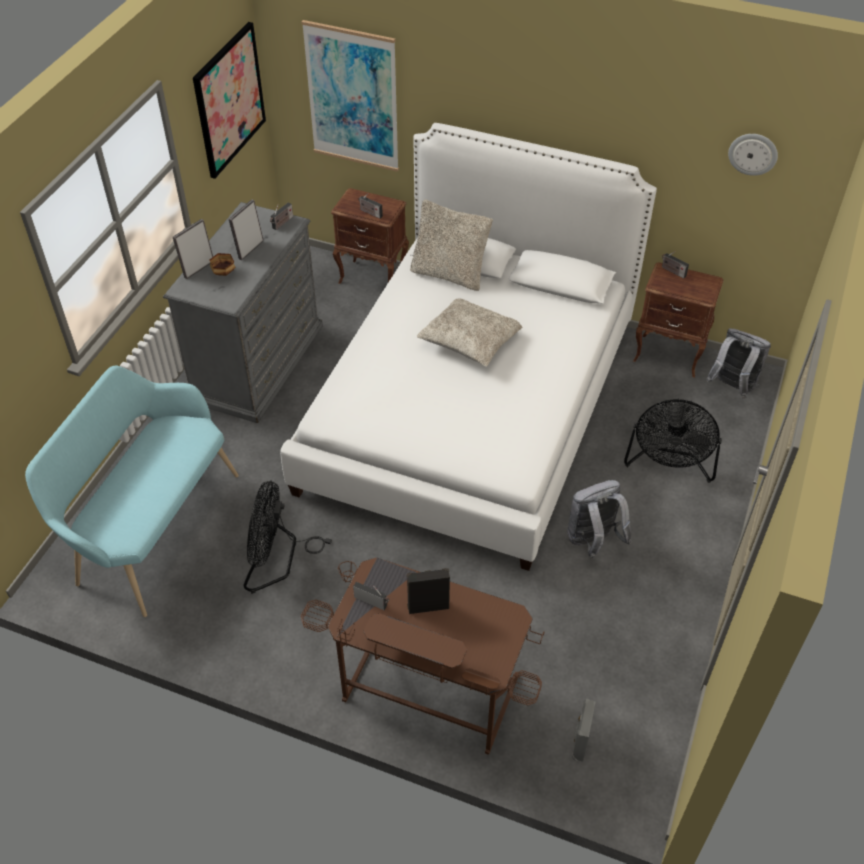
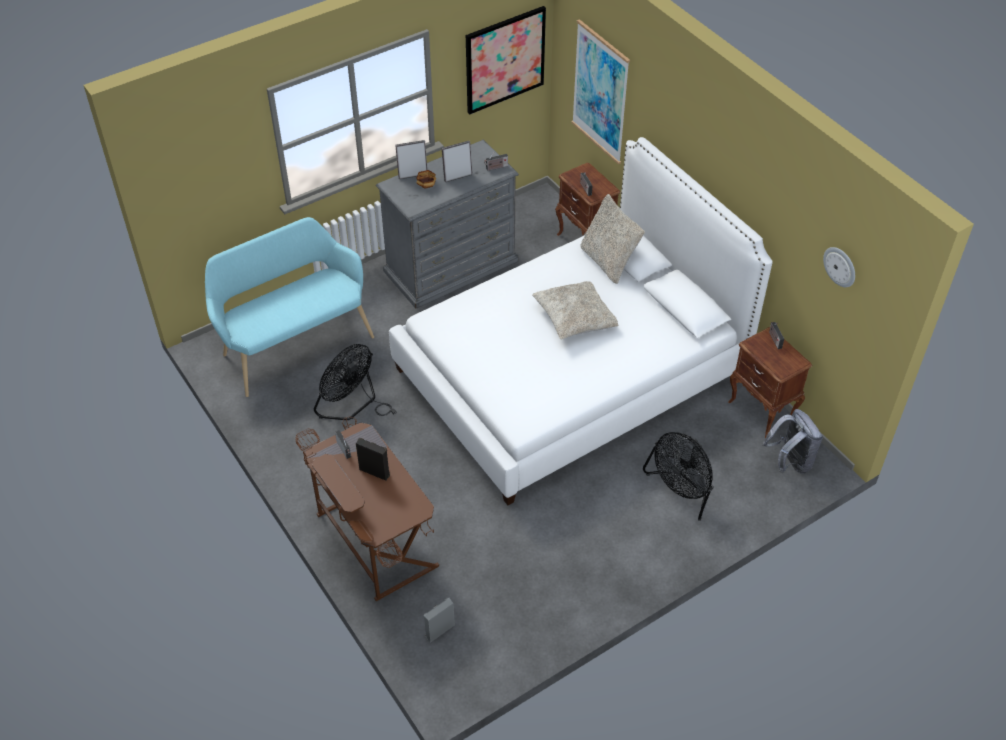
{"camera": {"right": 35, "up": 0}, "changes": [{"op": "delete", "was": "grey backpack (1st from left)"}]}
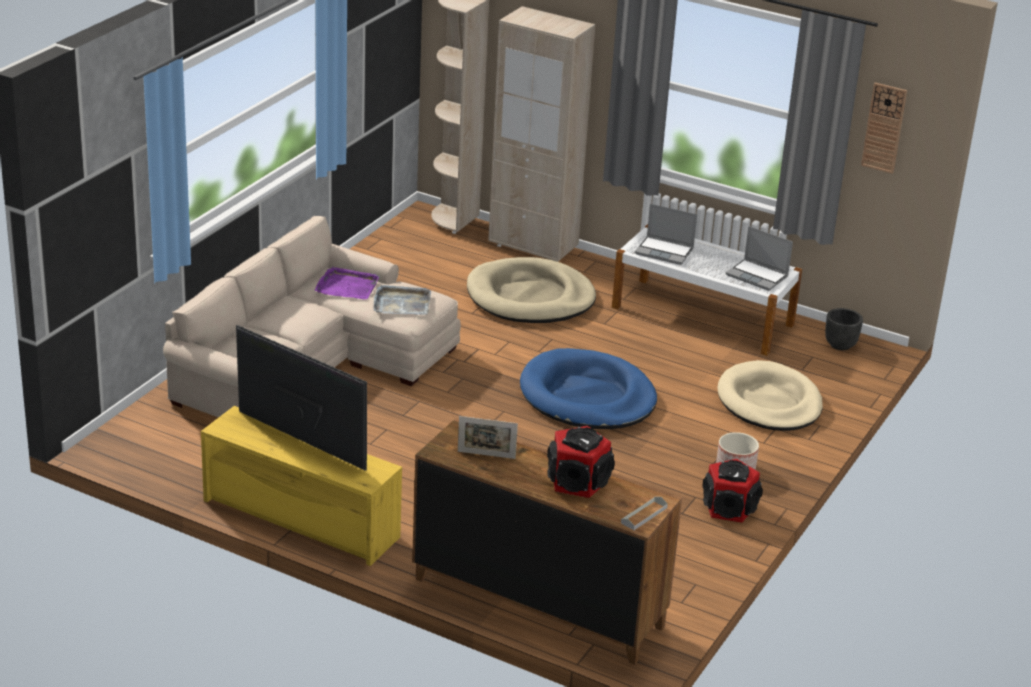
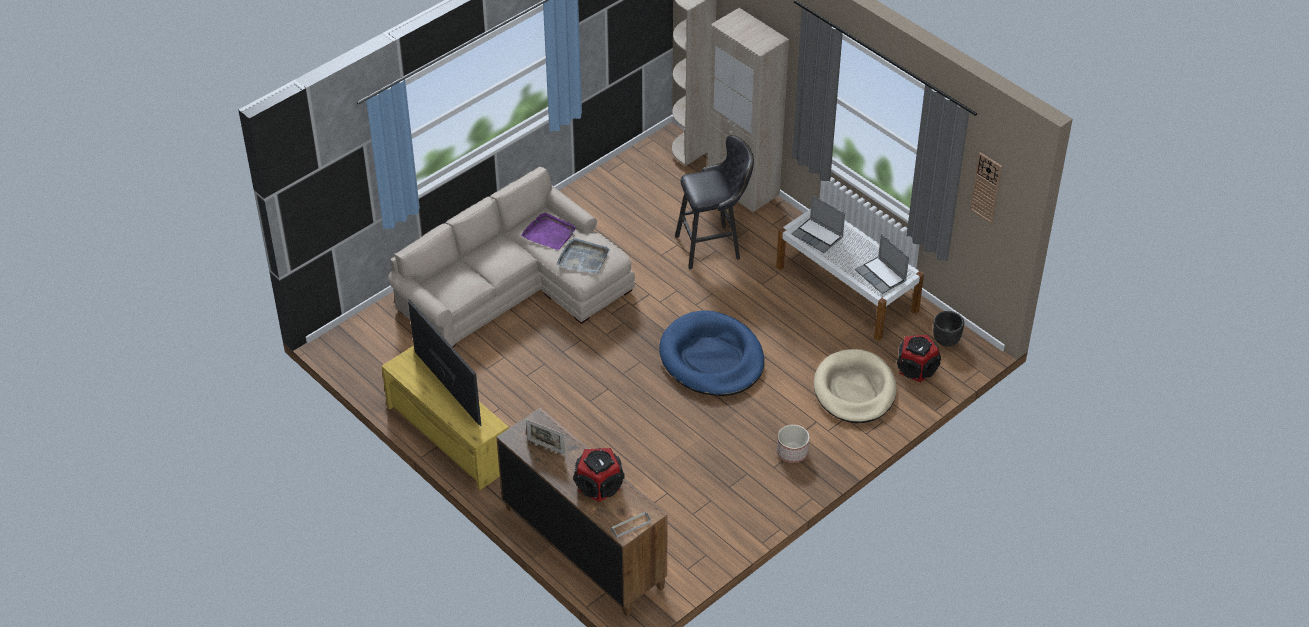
{"camera": {"right": 20, "up": 15}, "changes": [{"op": "replace", "was": "beige dog bed (1st from left)", "now": "black stool"}, {"op": "move", "was": "speaker (2nd from left)"}]}
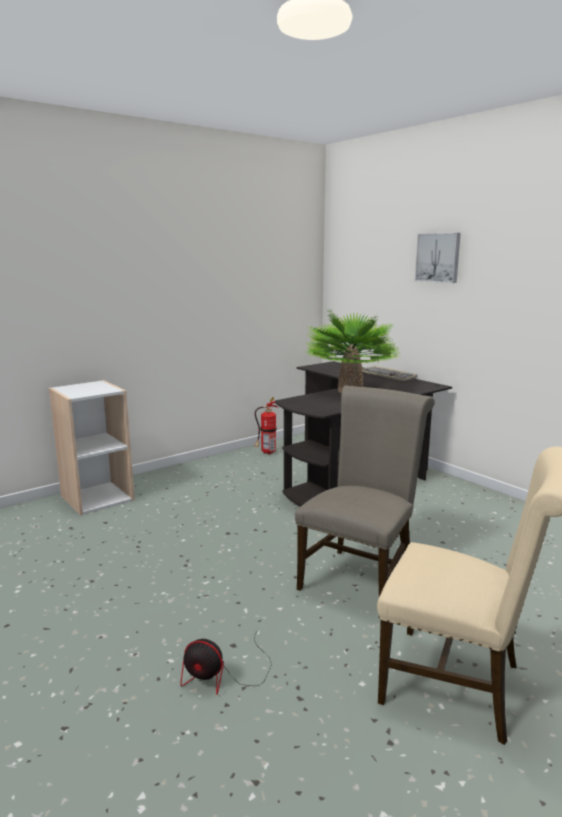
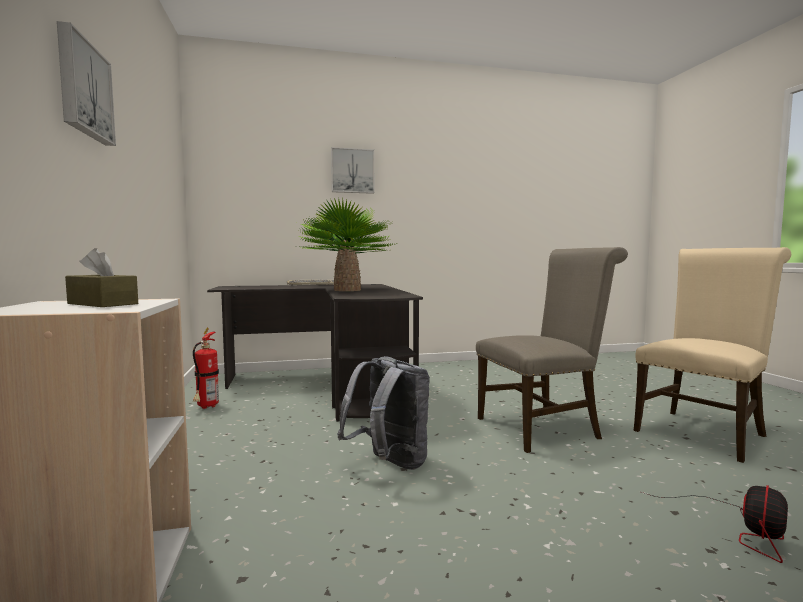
{"camera": {"right": -65, "up": -10}, "changes": [{"op": "rotate", "was": "beige chair (1st from left)", "clockwise": 105}, {"op": "insert", "now": "picture (1st from left)"}, {"op": "insert", "now": "brown tissue box"}, {"op": "insert", "now": "grey backpack"}]}
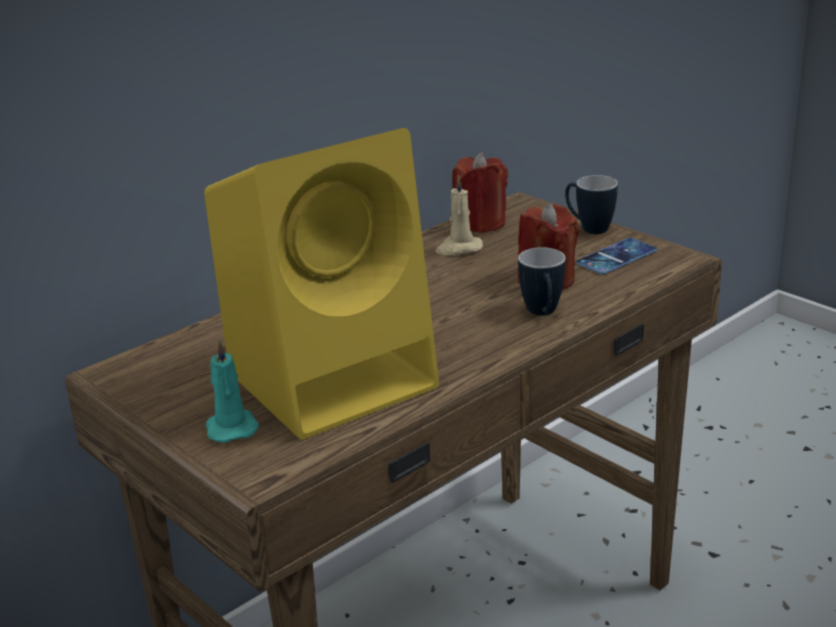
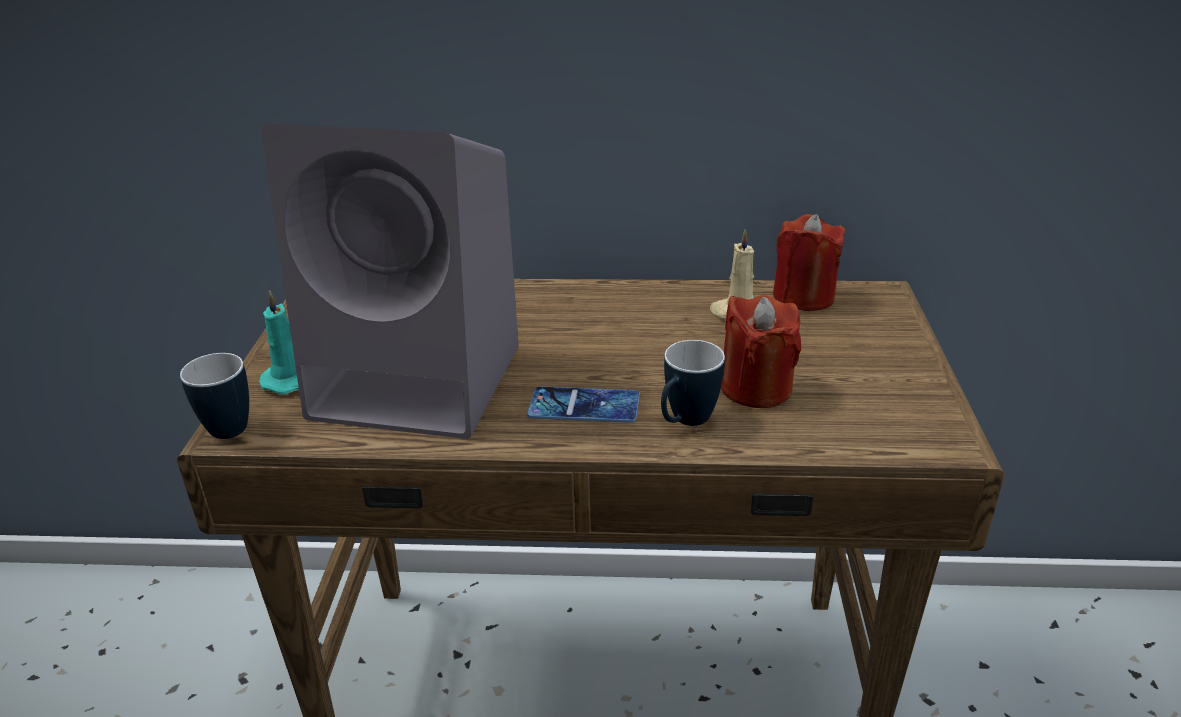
{"camera": {"right": 45, "up": 5}, "changes": [{"op": "recolor", "was": "yellow speaker", "now": "grey speaker"}, {"op": "move", "was": "mug (2nd from left in the first image)", "now": "mug (1st from left)"}, {"op": "move", "was": "phone"}]}
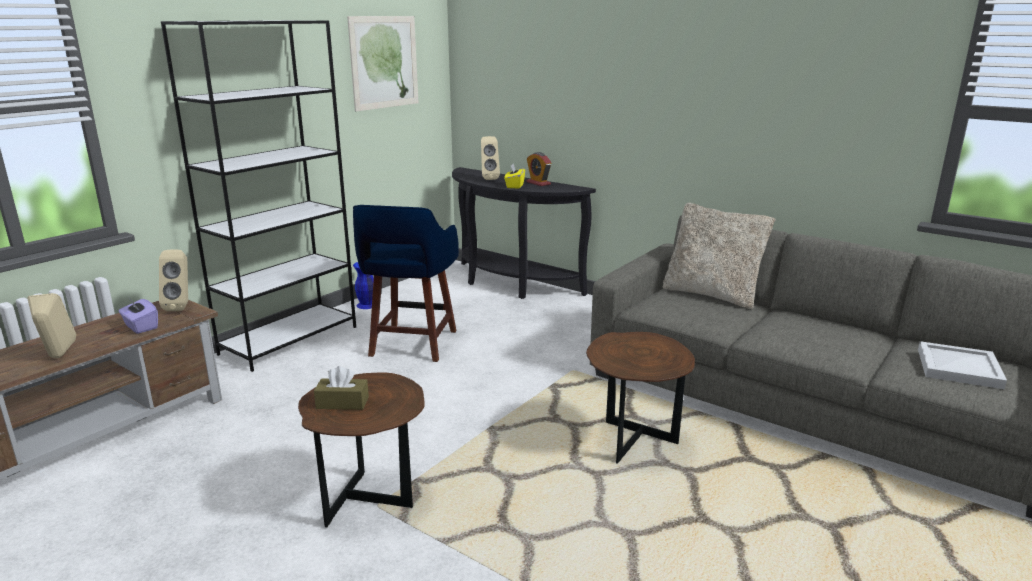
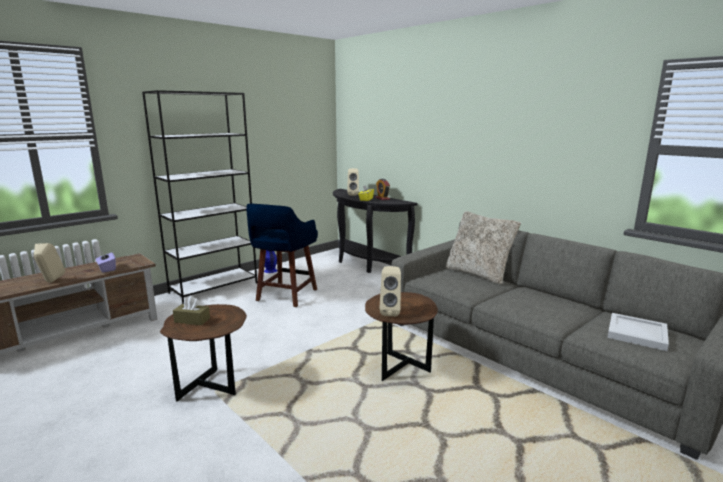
{"camera": {"right": 10, "up": -5}, "changes": [{"op": "delete", "was": "picture"}, {"op": "move", "was": "beige speaker (2nd from left in the first image)", "now": "beige speaker (3rd from left)"}]}
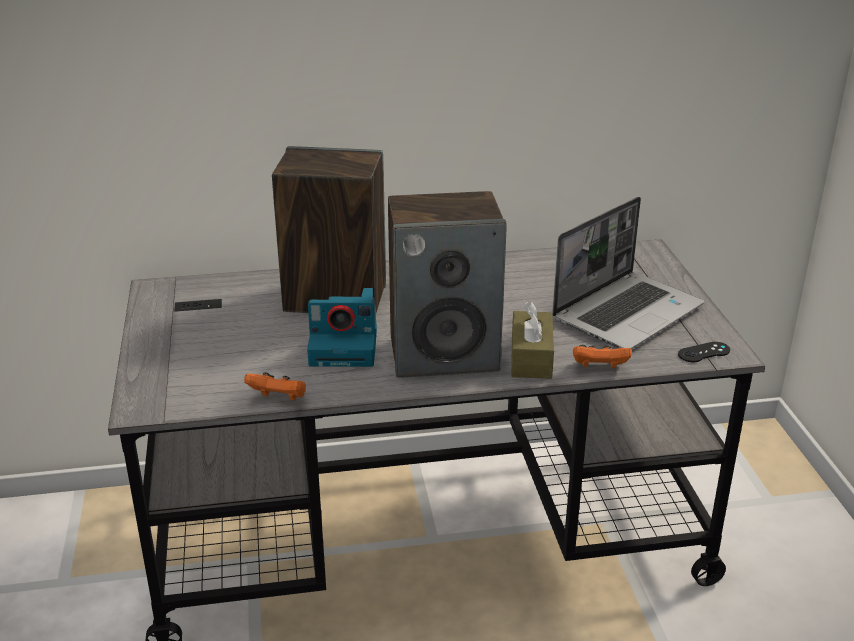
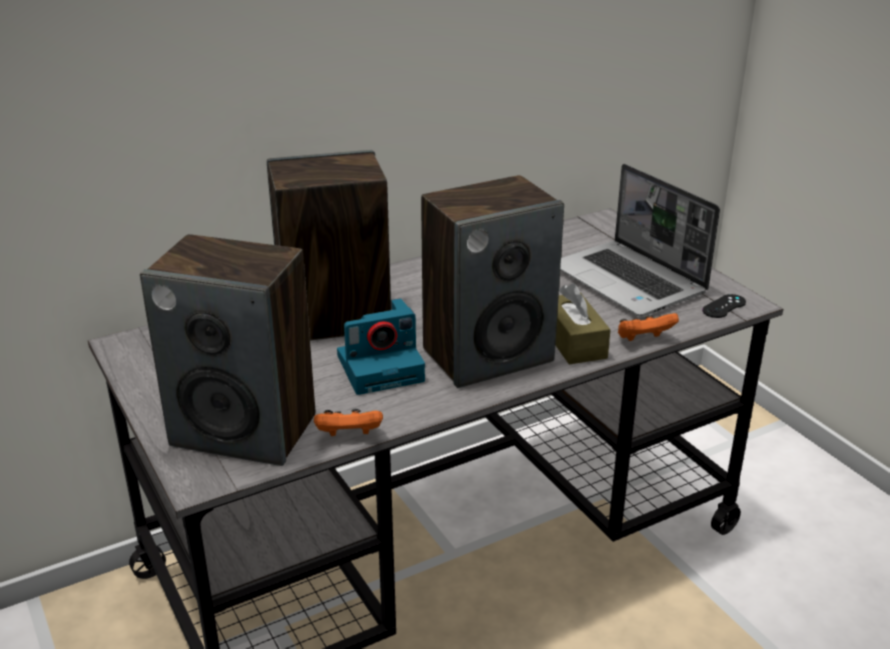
{"camera": {"right": -20, "up": 0}, "changes": [{"op": "rotate", "was": "laptop", "clockwise": 120}, {"op": "insert", "now": "speaker (1st from left)"}]}
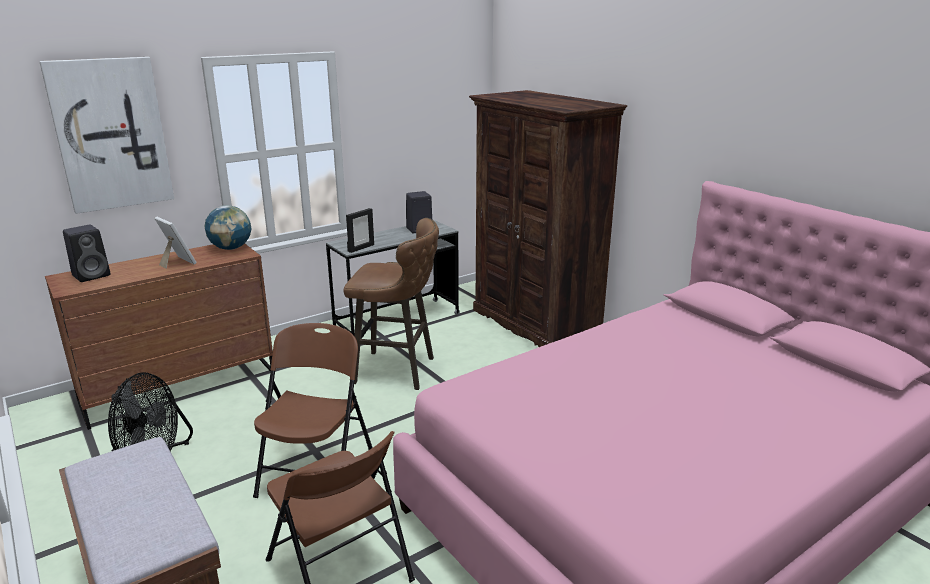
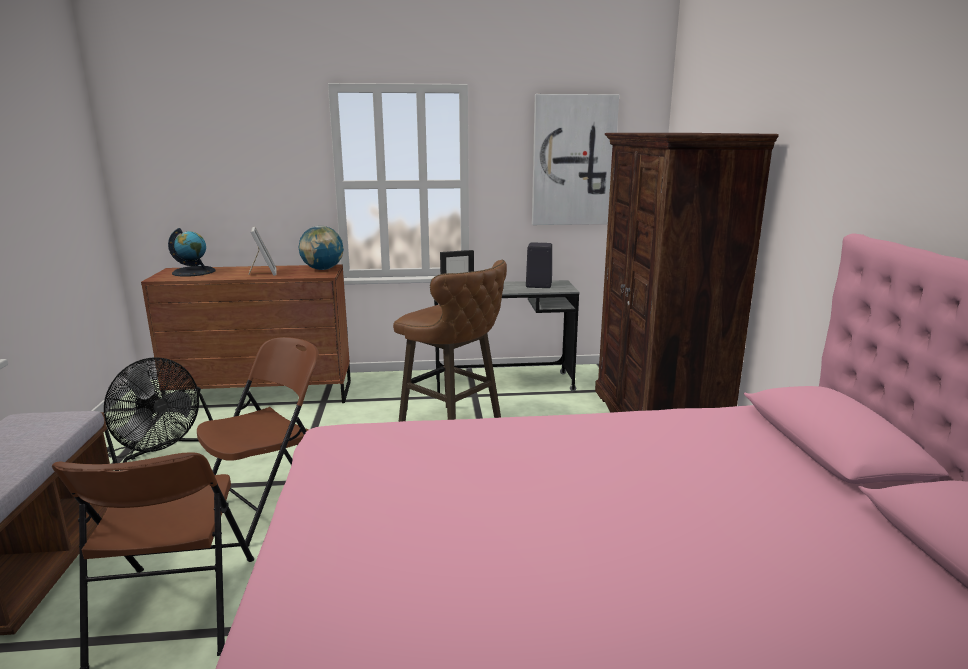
{"camera": {"right": 30, "up": -5}, "changes": [{"op": "move", "was": "picture"}, {"op": "replace", "was": "black speaker (1st from left)", "now": "globe (1st from left)"}]}
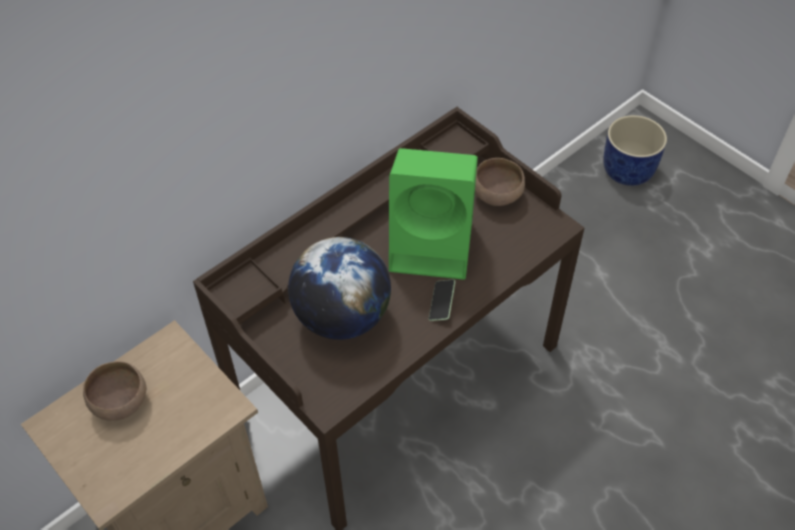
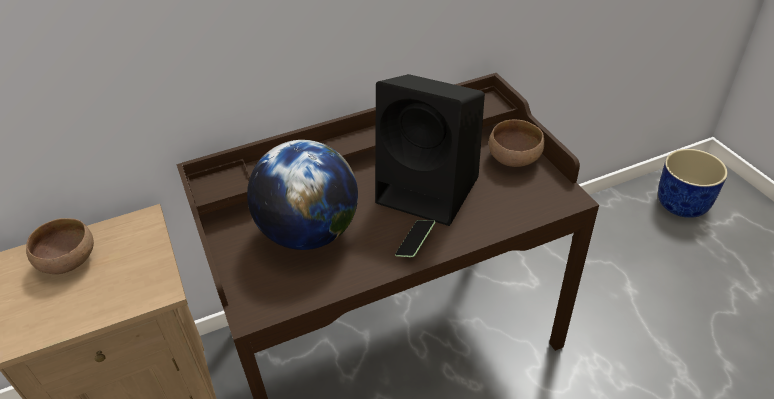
{"camera": {"right": 20, "up": -10}, "changes": [{"op": "recolor", "was": "green speaker", "now": "black speaker"}]}
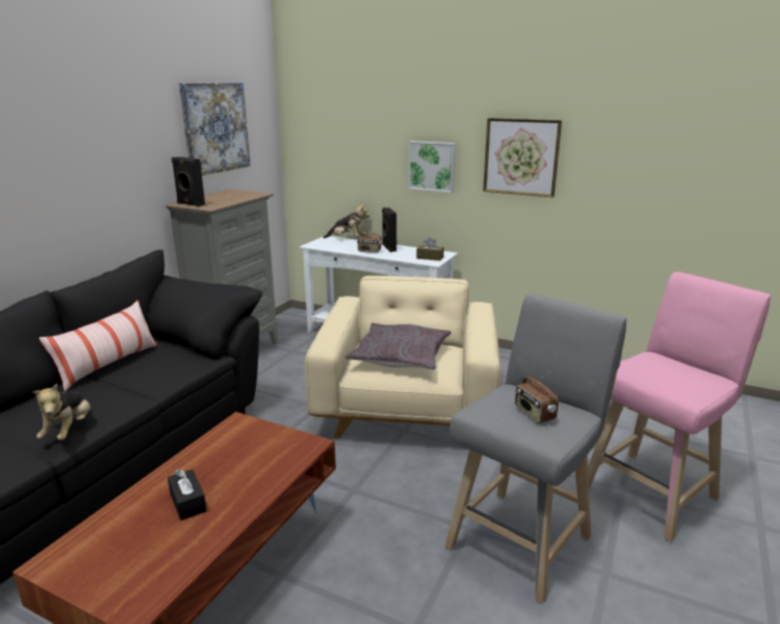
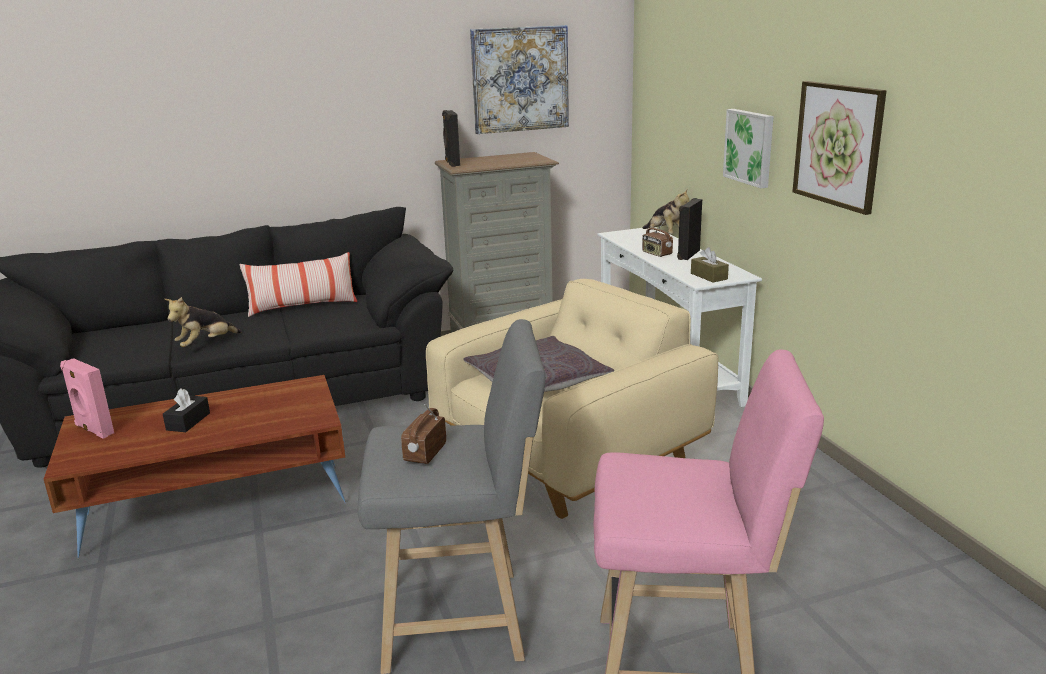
{"camera": {"right": 45, "up": 0}, "changes": [{"op": "insert", "now": "pink speaker"}]}
